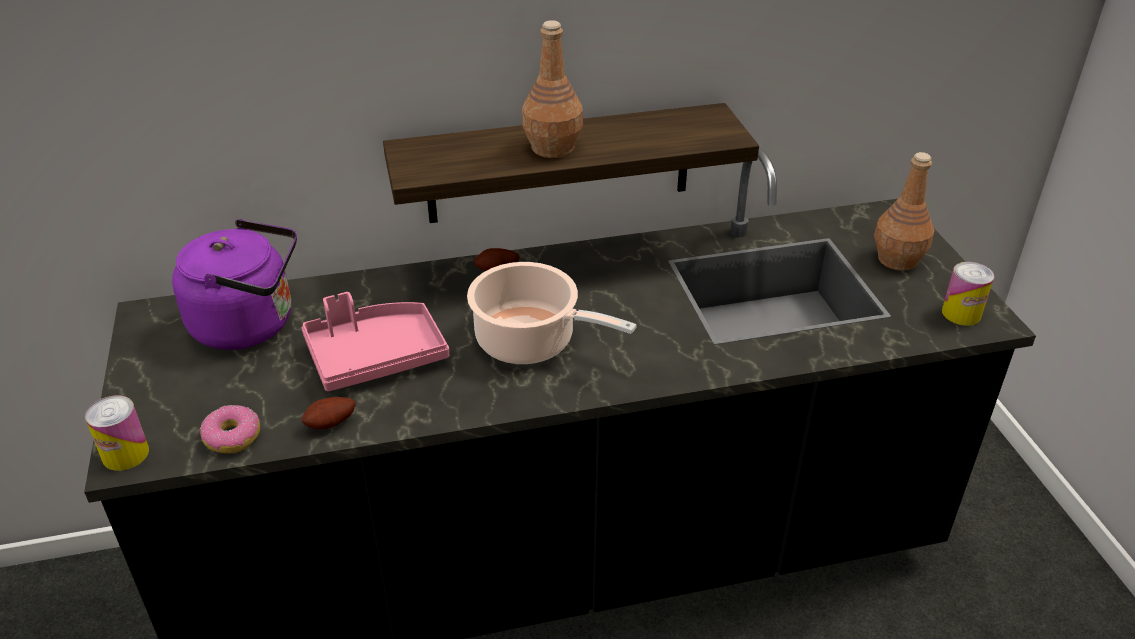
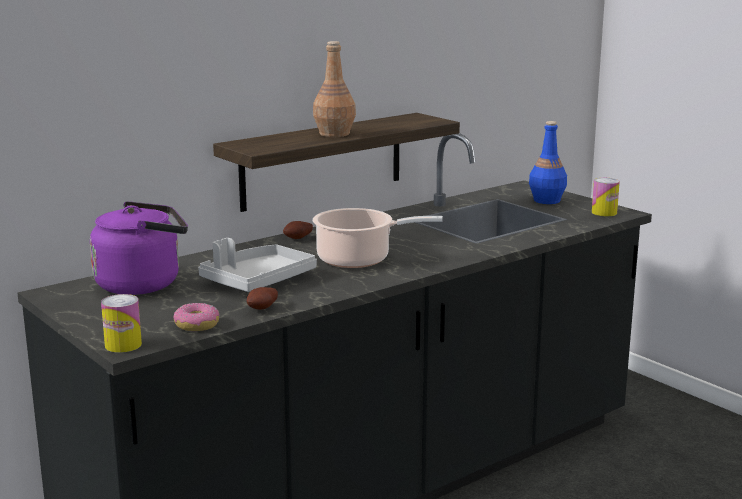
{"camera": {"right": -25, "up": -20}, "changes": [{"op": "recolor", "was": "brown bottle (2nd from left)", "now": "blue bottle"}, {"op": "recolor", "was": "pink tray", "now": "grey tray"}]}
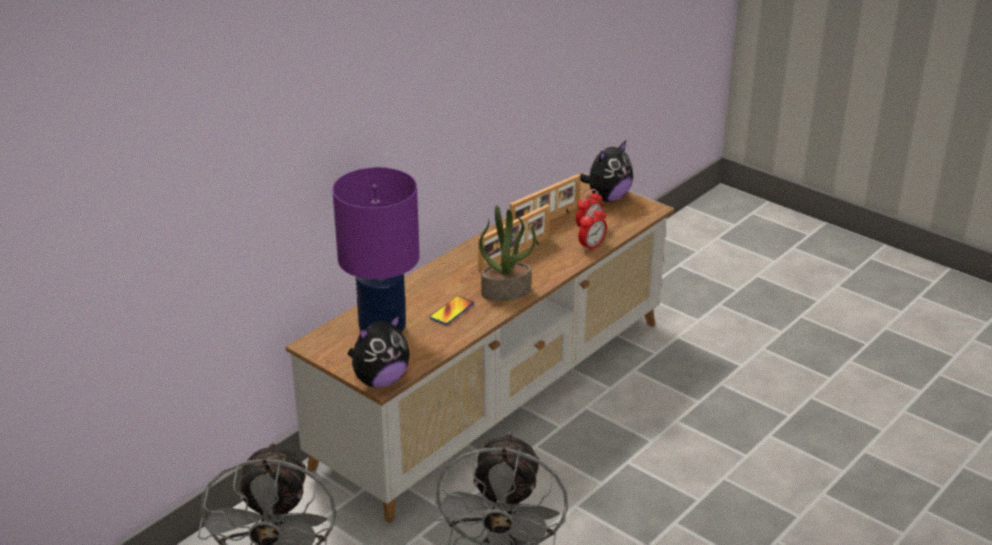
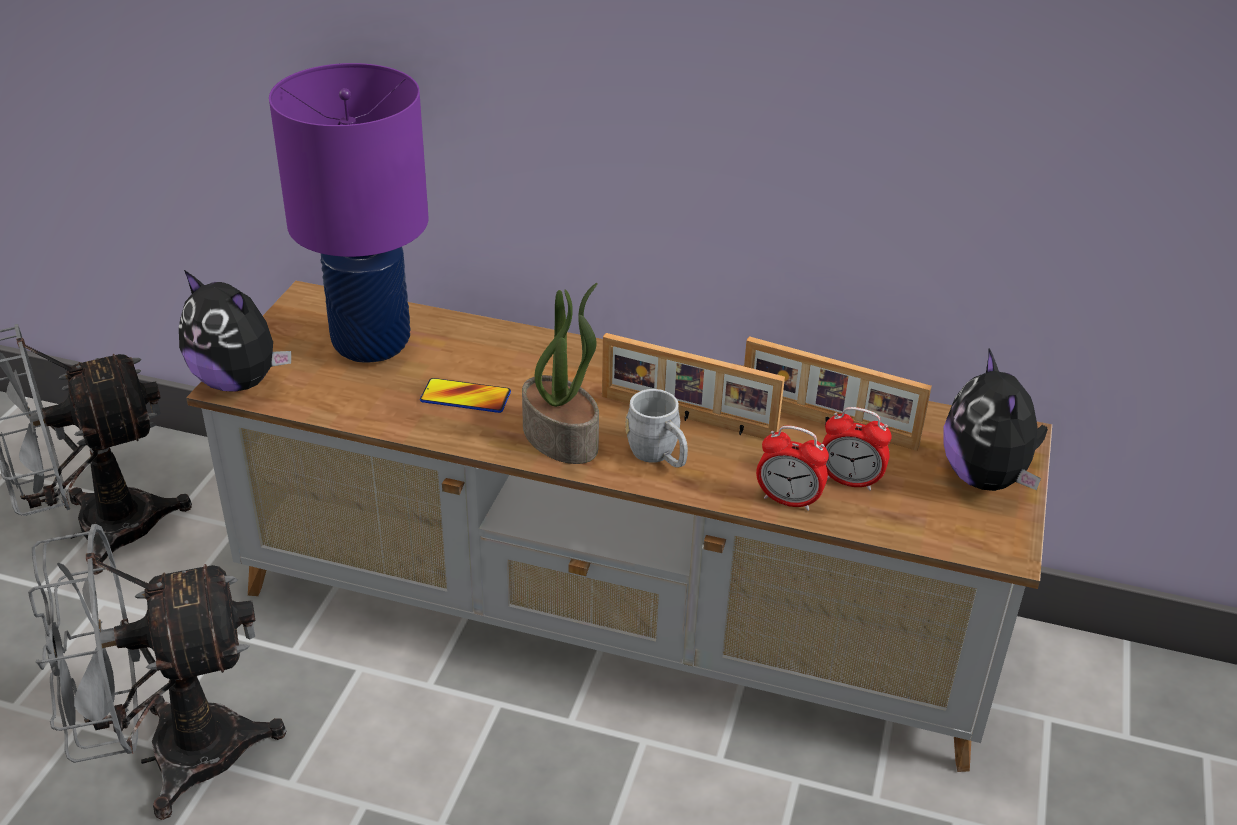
{"camera": {"right": 65, "up": 5}, "changes": [{"op": "rotate", "was": "plush toy (2nd from left)", "clockwise": 60}, {"op": "insert", "now": "grey mug"}]}
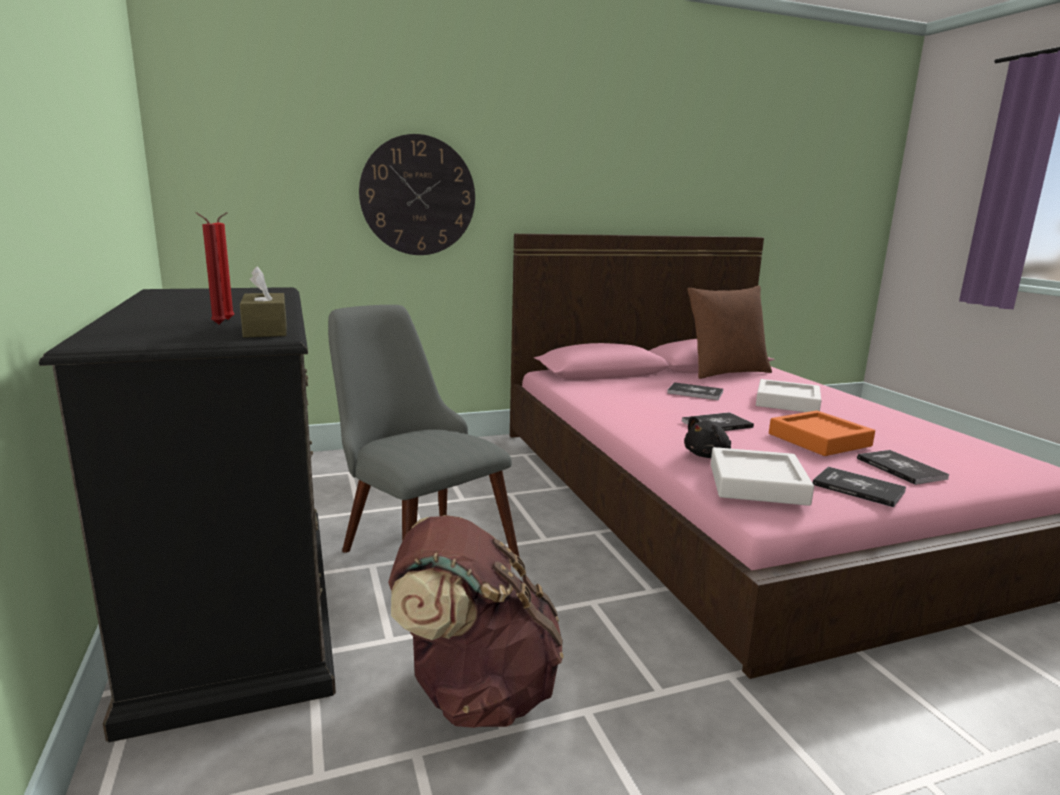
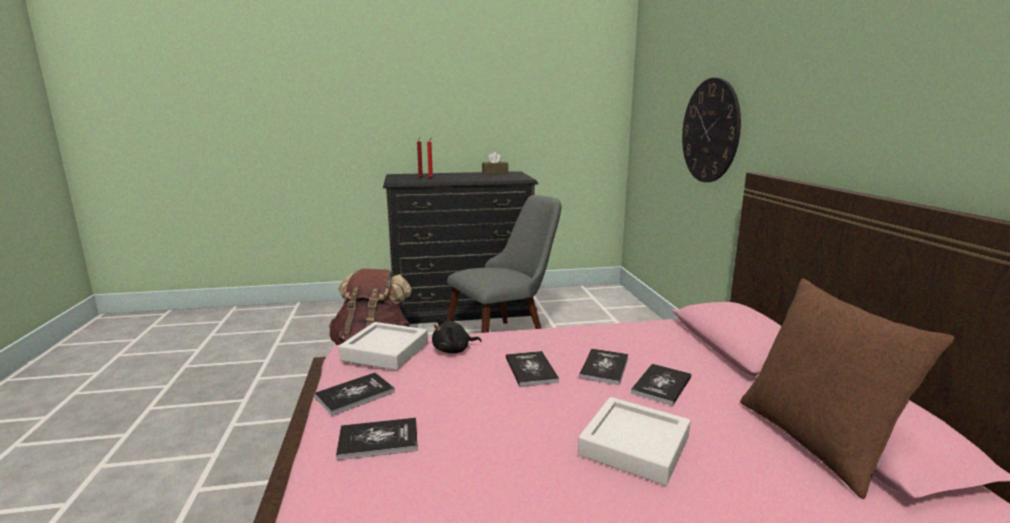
{"camera": {"right": 100, "up": 0}, "changes": [{"op": "move", "was": "brown tissue box"}, {"op": "delete", "was": "orange tray"}, {"op": "rotate", "was": "black plush toy", "clockwise": -90}, {"op": "insert", "now": "book (4th from left)"}]}
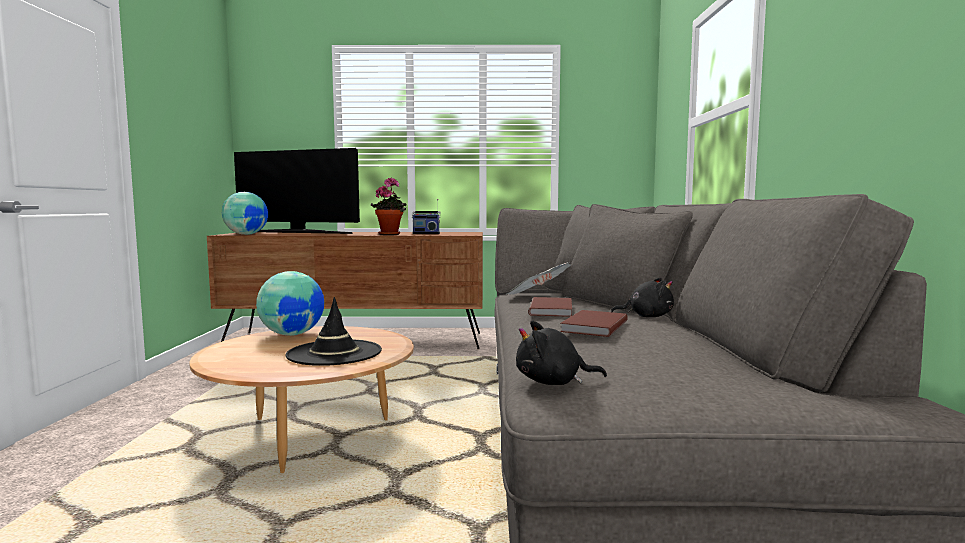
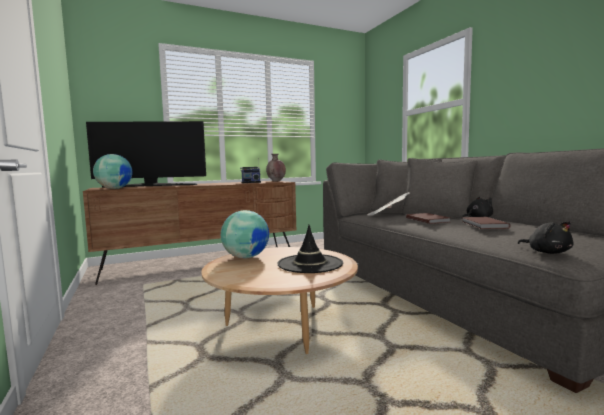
{"camera": {"right": -25, "up": 0}, "changes": [{"op": "delete", "was": "potted plant"}, {"op": "rotate", "was": "black plush toy (1st from left in the first image)", "clockwise": -90}, {"op": "insert", "now": "brown vase"}]}
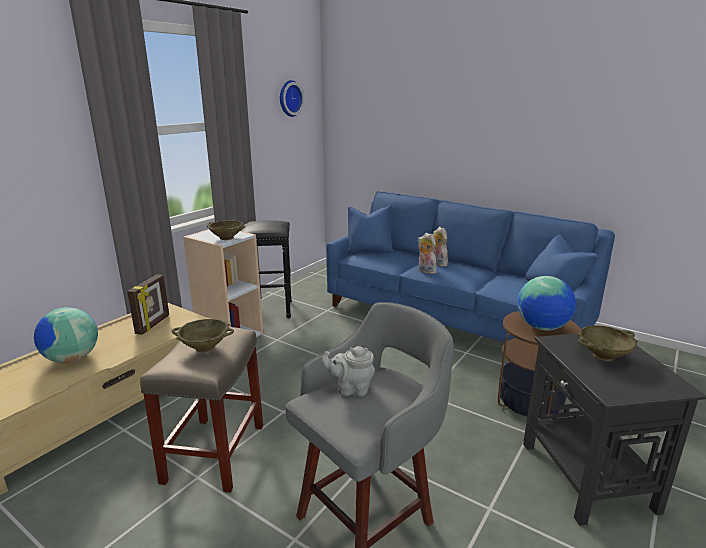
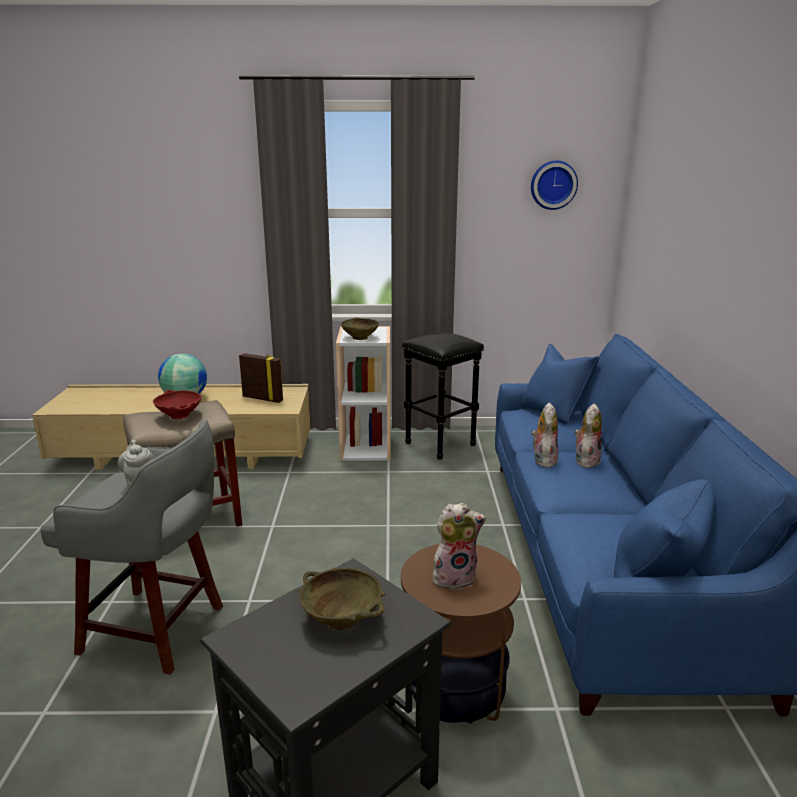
{"camera": {"right": 55, "up": 0}, "changes": [{"op": "rotate", "was": "picture frame", "clockwise": -135}, {"op": "replace", "was": "globe (2nd from left)", "now": "plush toy (1st from left)"}, {"op": "recolor", "was": "beige bowl (1st from left)", "now": "red bowl"}]}
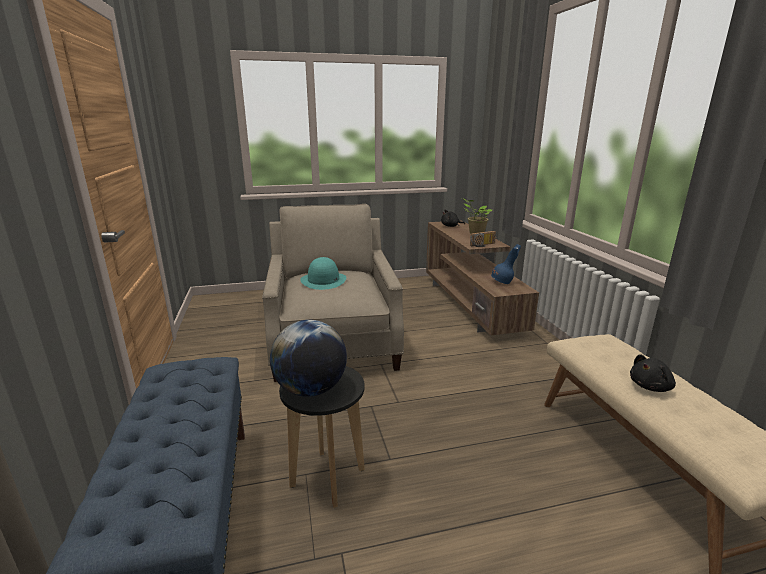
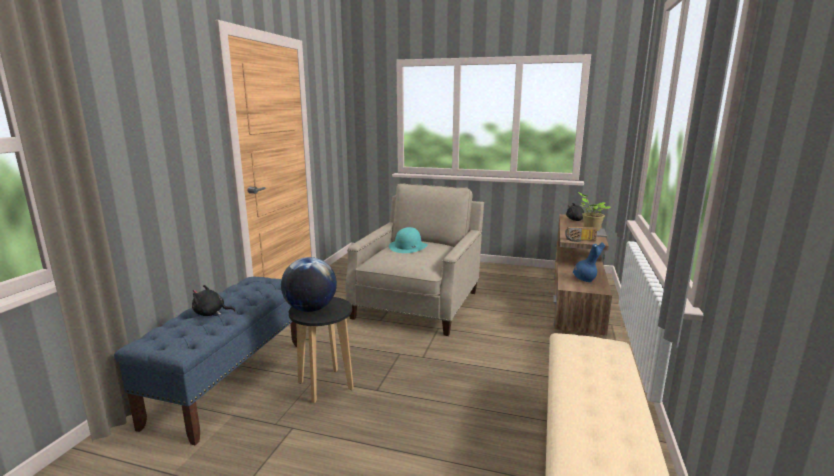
{"camera": {"right": 30, "up": -5}, "changes": [{"op": "move", "was": "black plush toy (2nd from left in the first image)", "now": "black plush toy (1st from left)"}]}
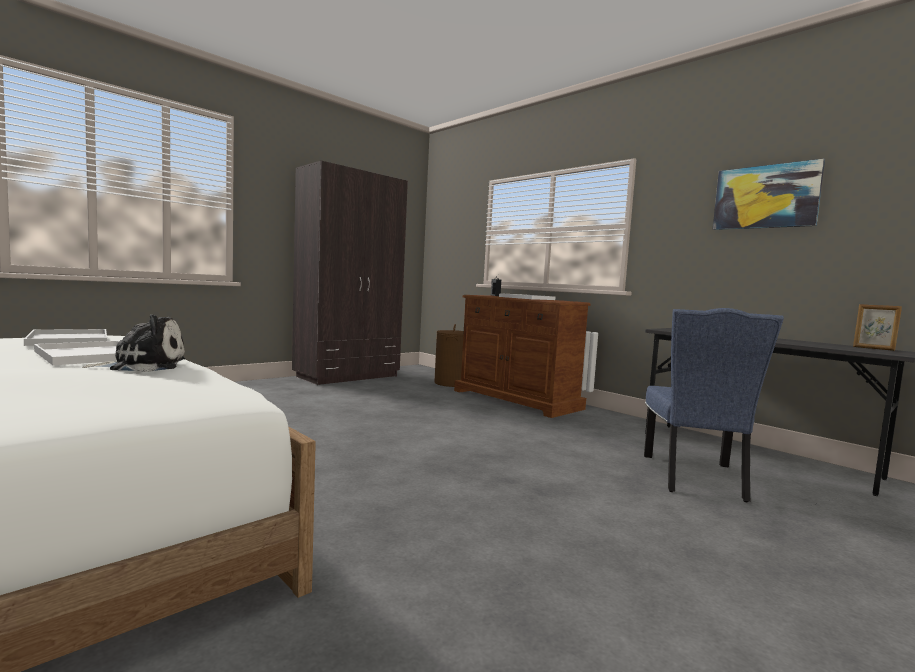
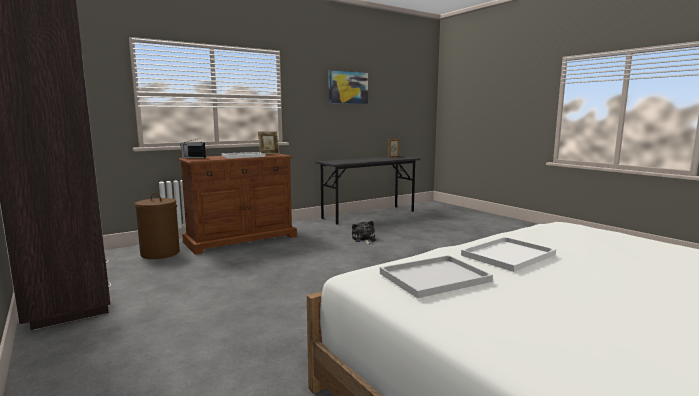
{"camera": {"right": -80, "up": 5}, "changes": [{"op": "delete", "was": "blue chair"}, {"op": "move", "was": "plush toy"}, {"op": "insert", "now": "picture frame (1st from left)"}]}
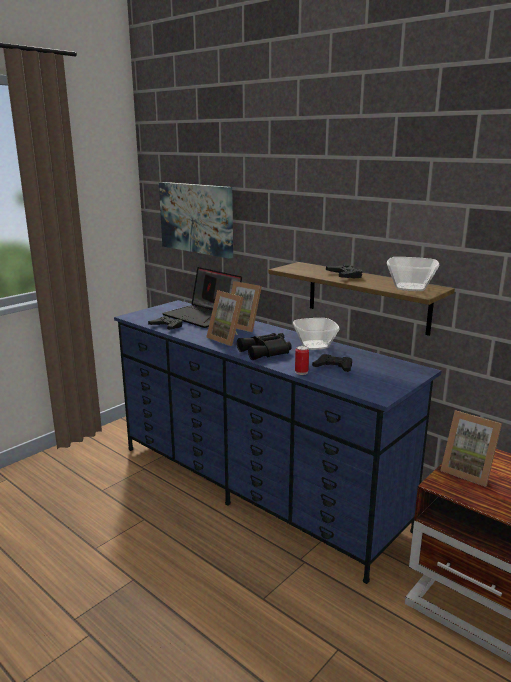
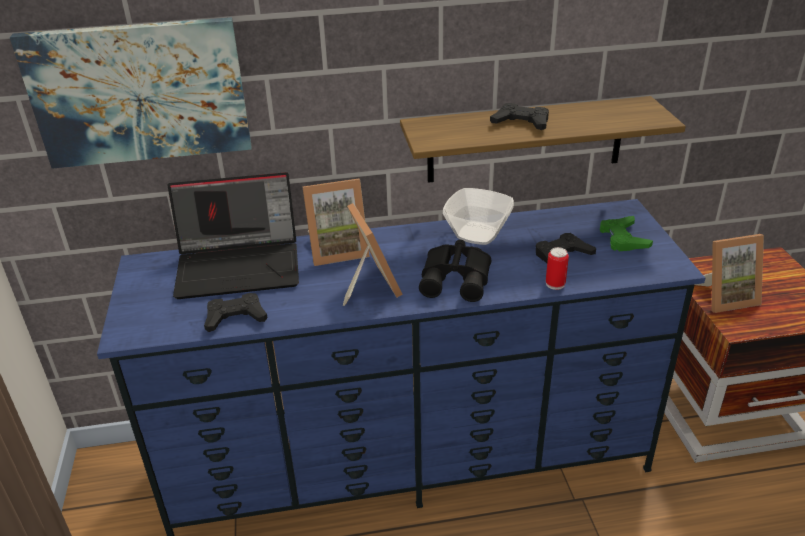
{"camera": {"right": -50, "up": 15}, "changes": [{"op": "delete", "was": "bowl (2nd from left)"}, {"op": "rotate", "was": "picture frame (1st from left in the first image)", "clockwise": -105}, {"op": "insert", "now": "green game controller"}]}
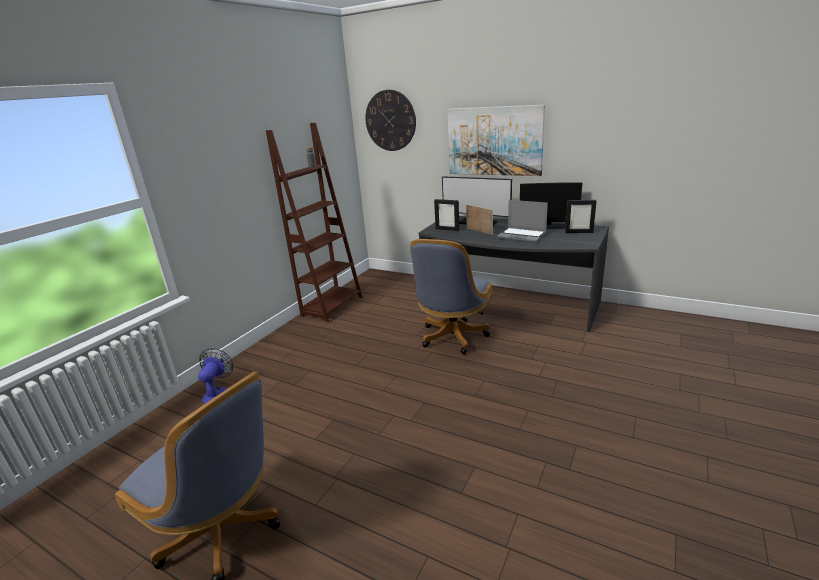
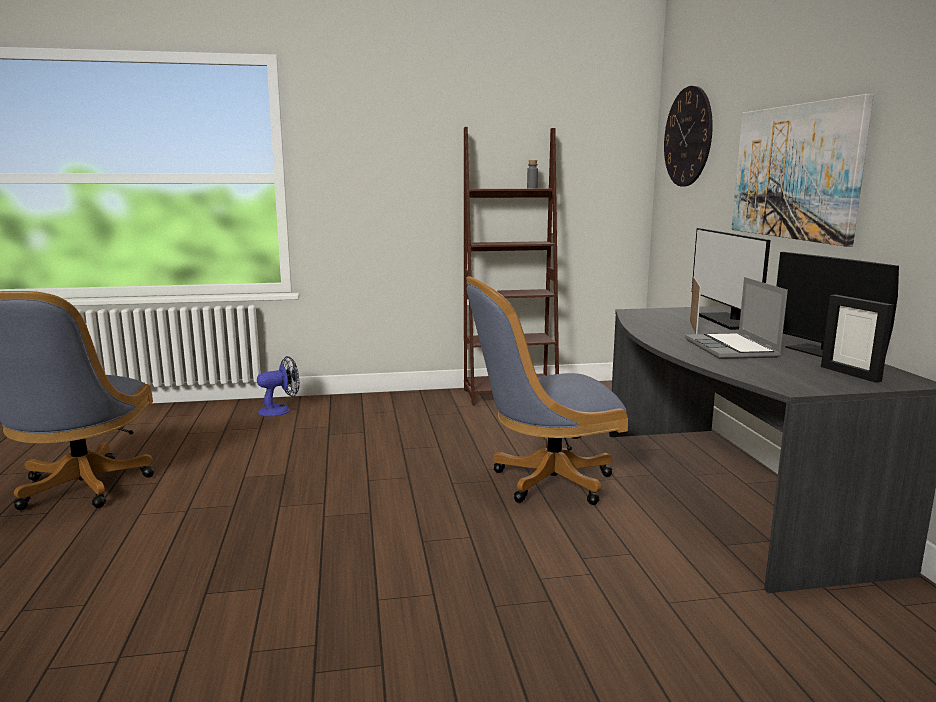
{"camera": {"right": 50, "up": -10}, "changes": [{"op": "delete", "was": "picture frame (1st from left)"}]}
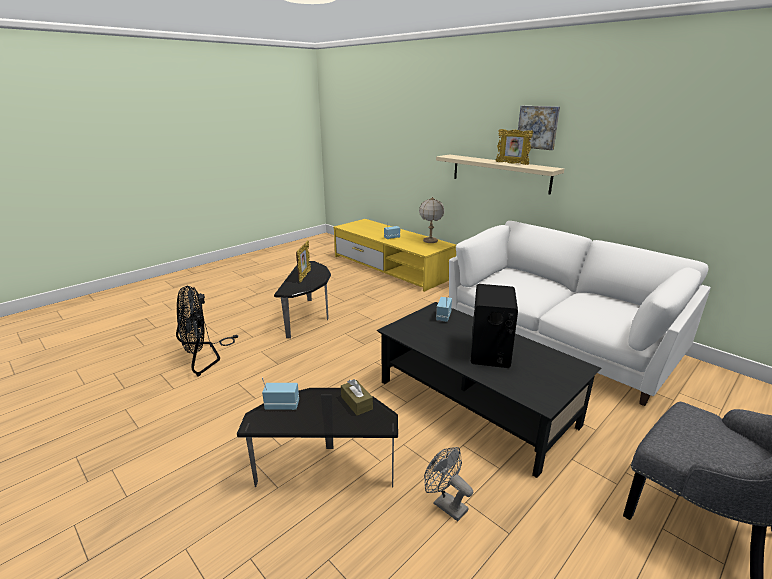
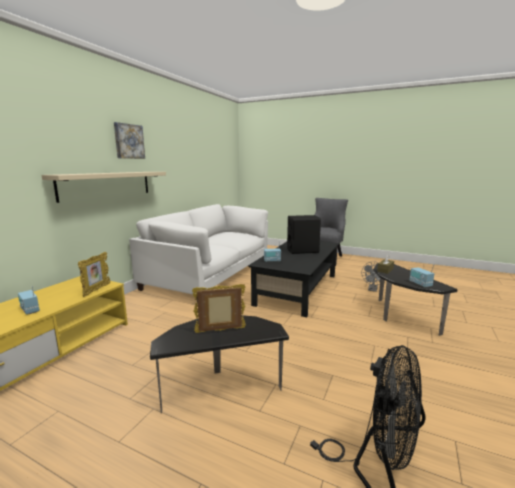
{"camera": {"right": -110, "up": -10}, "changes": [{"op": "move", "was": "picture frame (2nd from left in the first image)", "now": "picture frame (1st from left)"}, {"op": "delete", "was": "table lamp"}]}
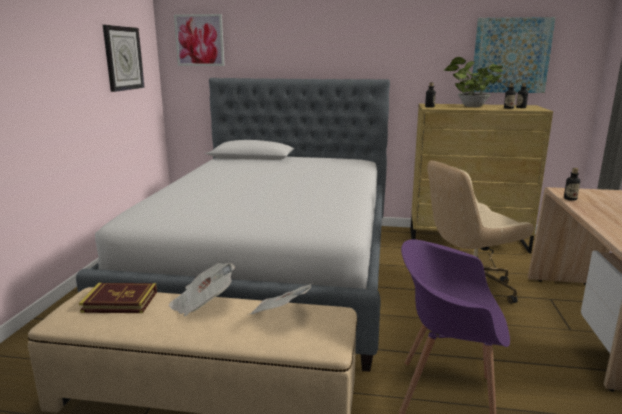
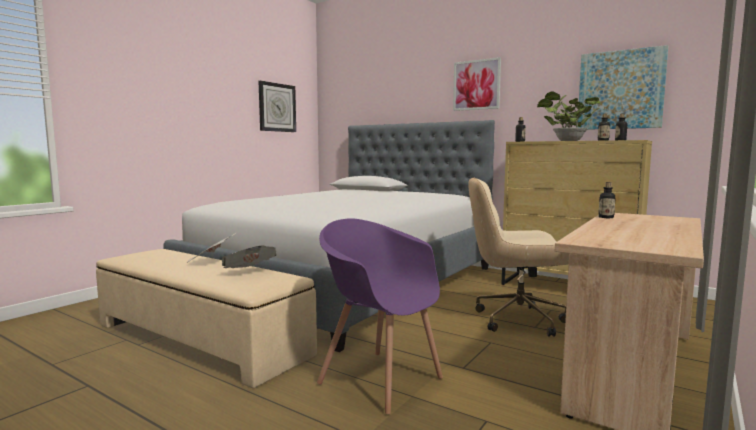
{"camera": {"right": 25, "up": -10}, "changes": [{"op": "move", "was": "picture (1st from left)"}, {"op": "delete", "was": "book"}]}
